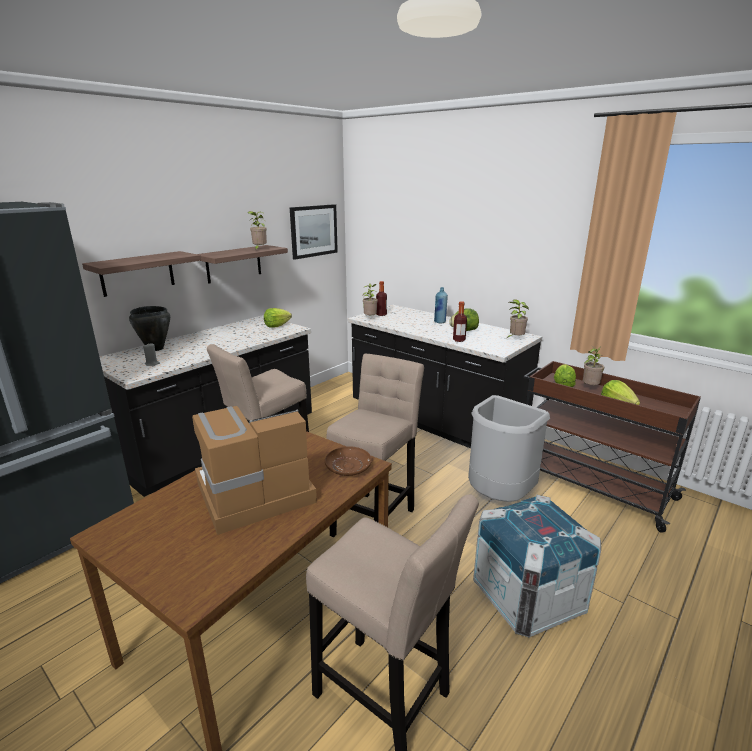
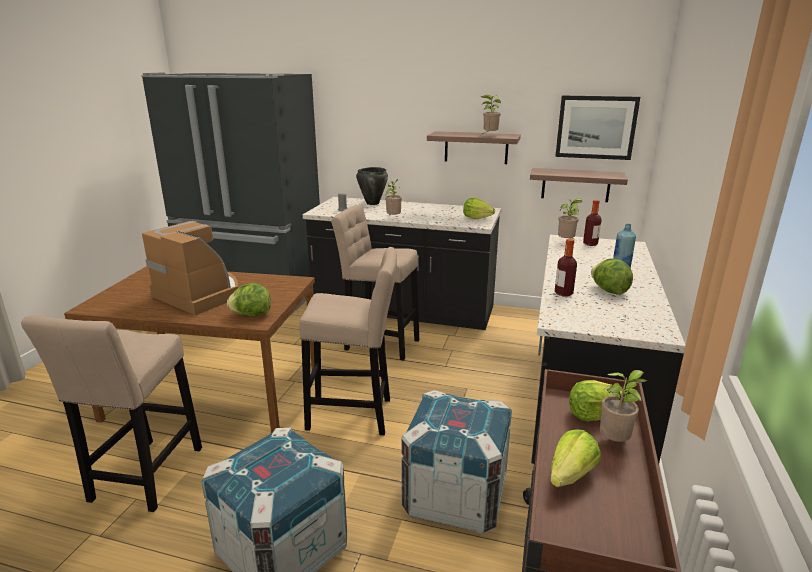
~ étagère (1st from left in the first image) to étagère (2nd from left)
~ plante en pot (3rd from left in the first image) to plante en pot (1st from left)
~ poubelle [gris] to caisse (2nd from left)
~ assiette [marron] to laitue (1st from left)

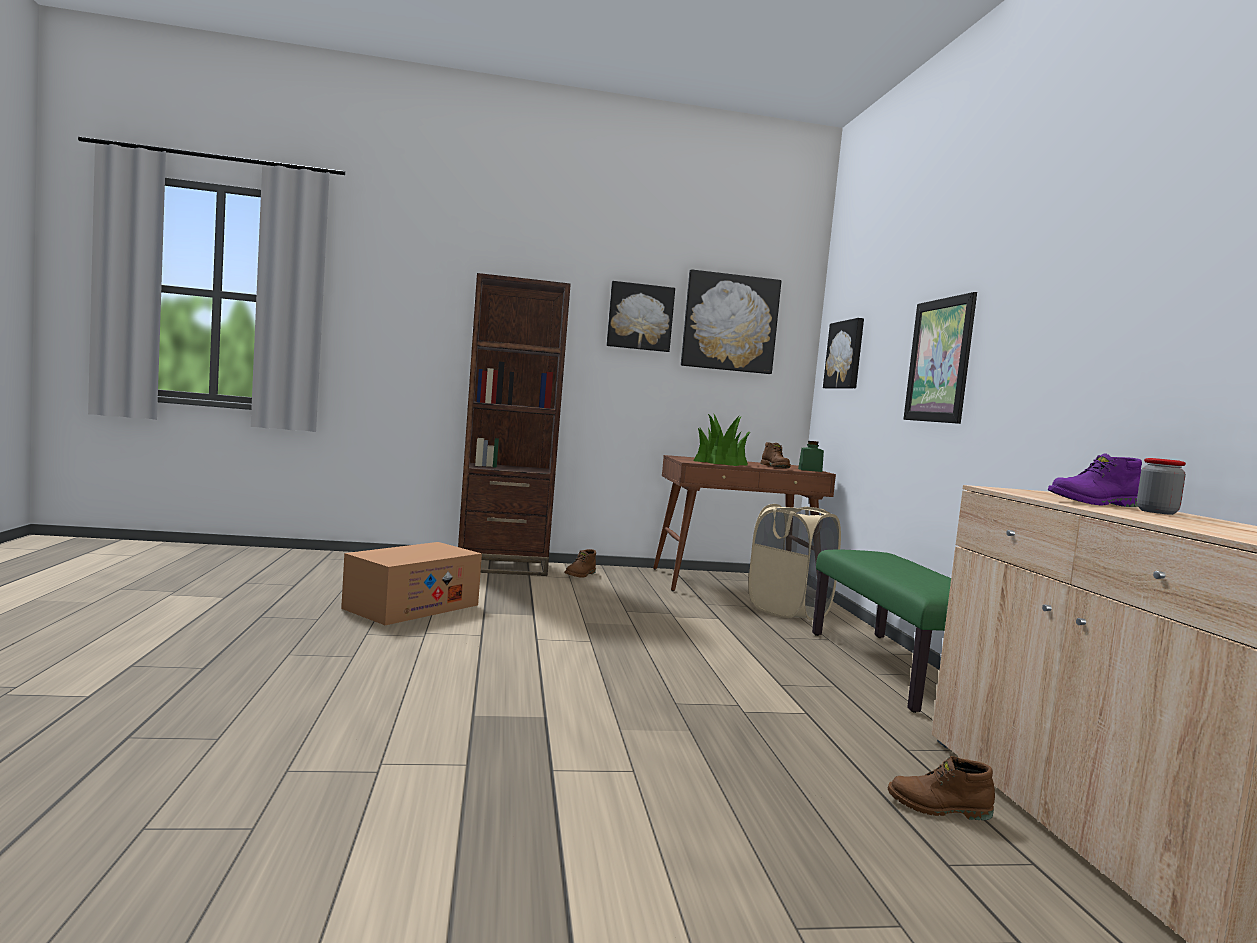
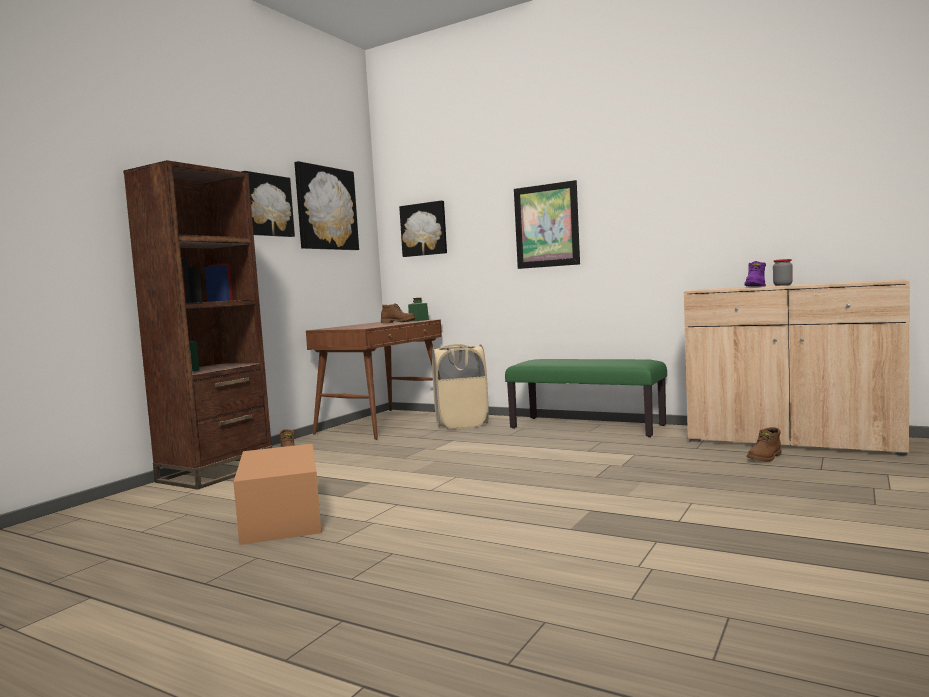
- plante en pot

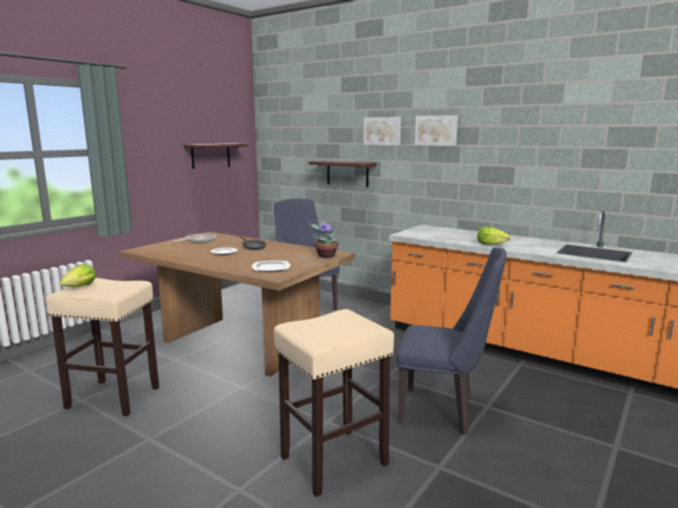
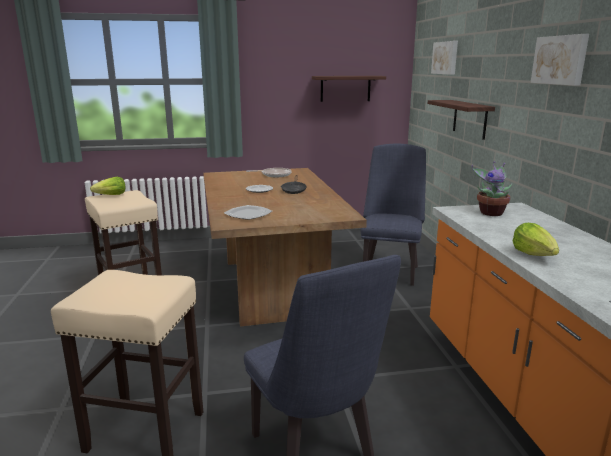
~ tableau (1st from left)
~ plante en pot

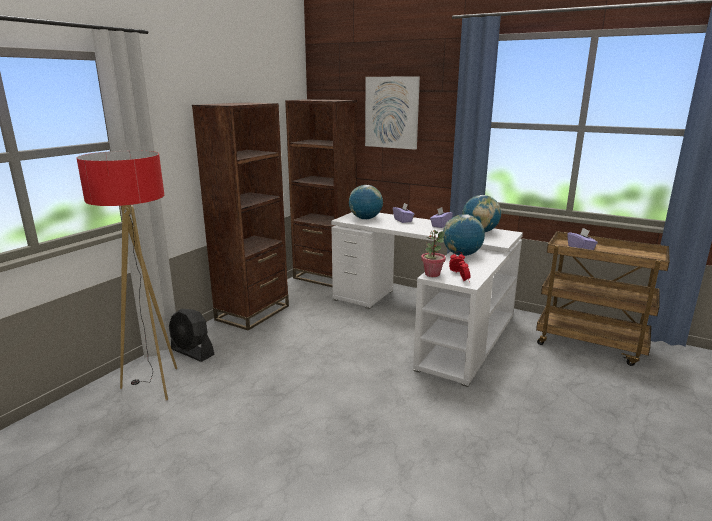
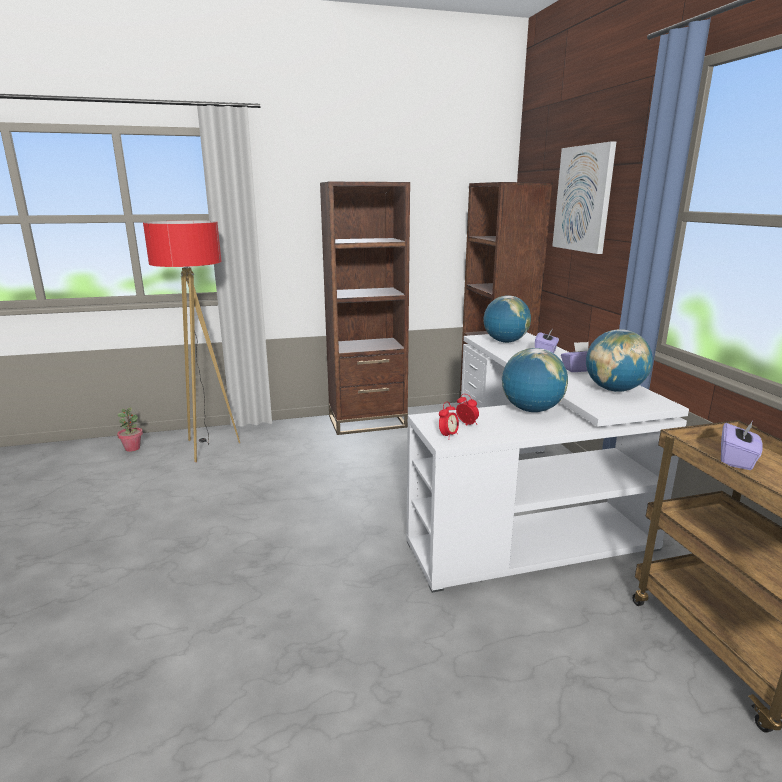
~ plante en pot
- ventilateur [noir]

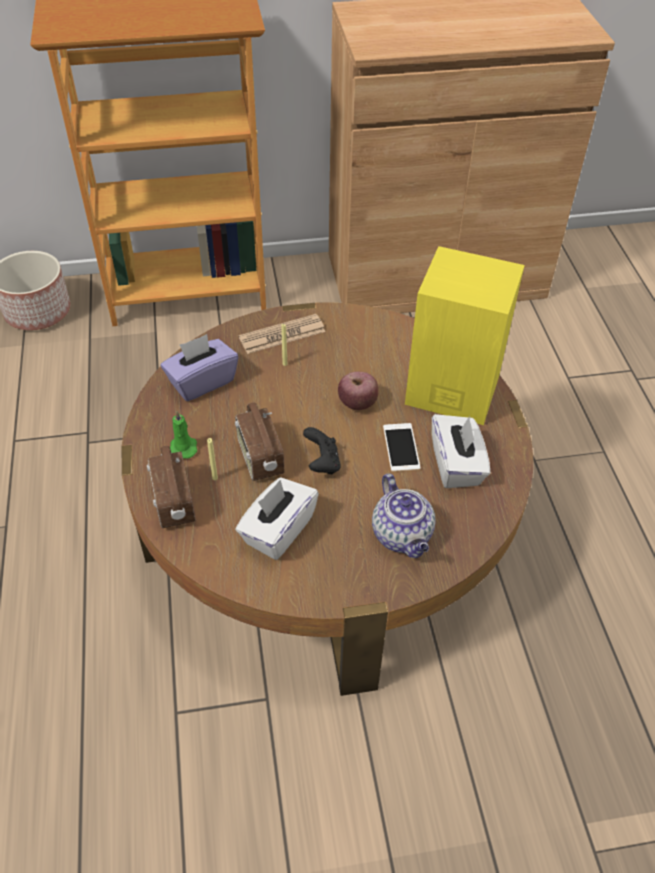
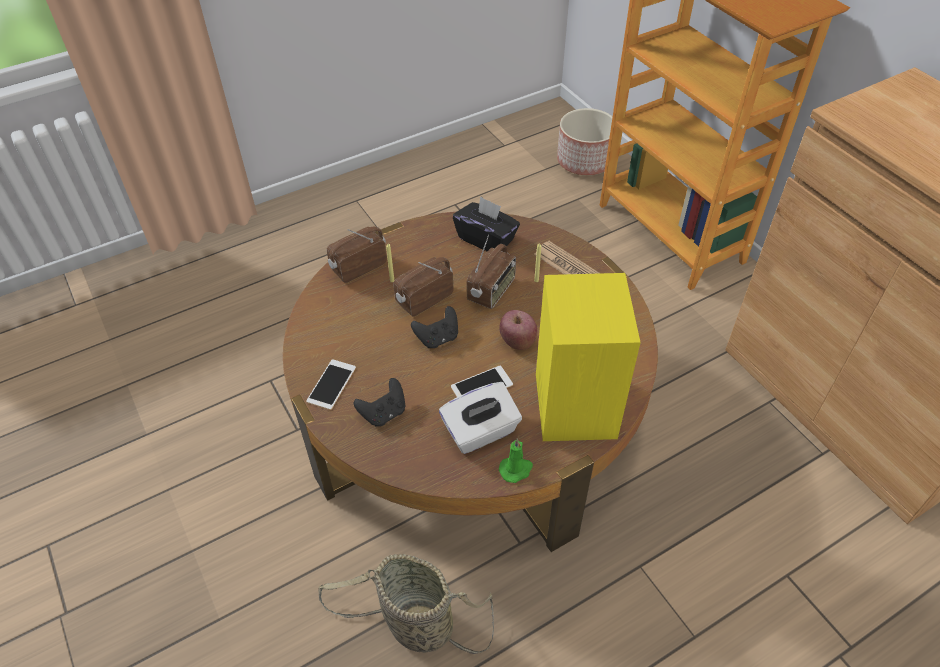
~ boîte à mouchoirs [violet] to boîte à mouchoirs [noir]
~ bougie [vert]
~ théière to manette [noir] (1st from left)
- boîte à mouchoirs [blanc] (1st from left)
+ radio (3rd from left)
+ téléphone (1st from left)
+ panier

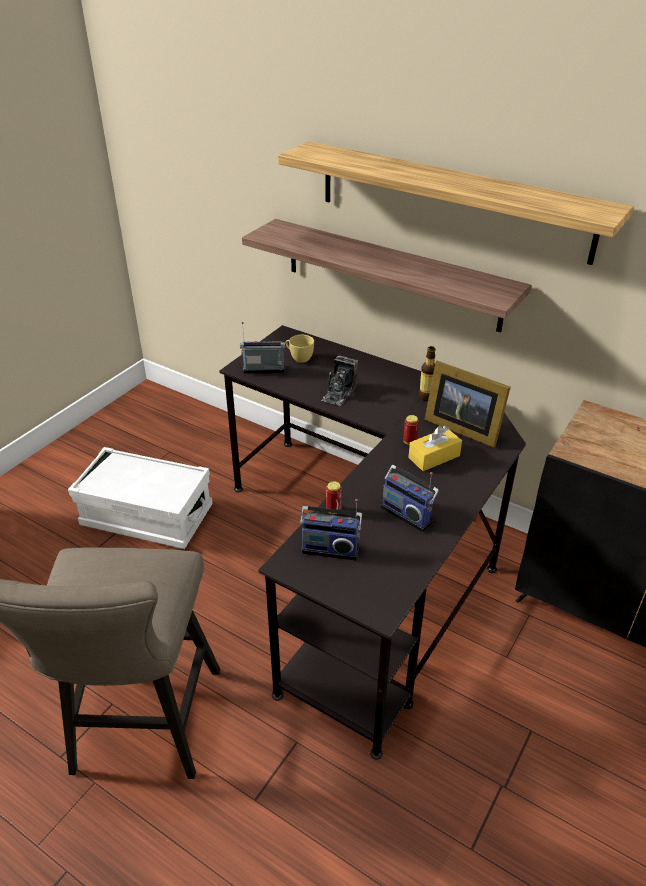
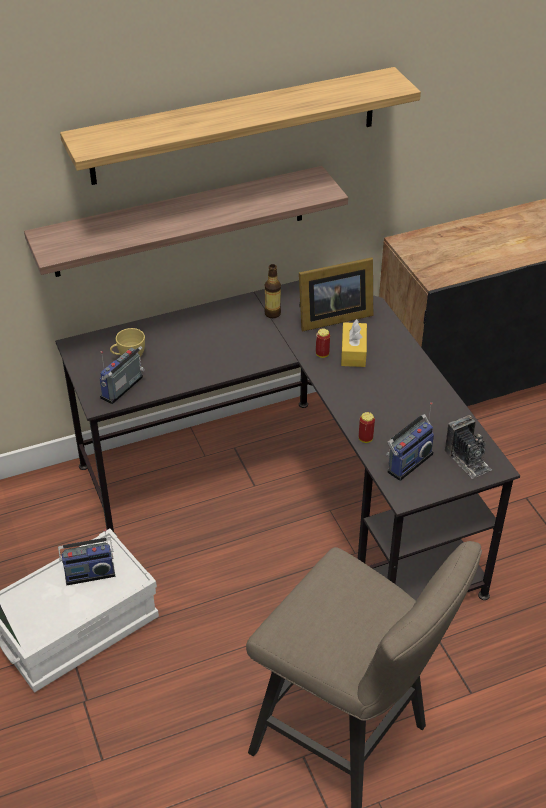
~ appareil photo
~ radio (3rd from left in the first image) to radio (1st from left)

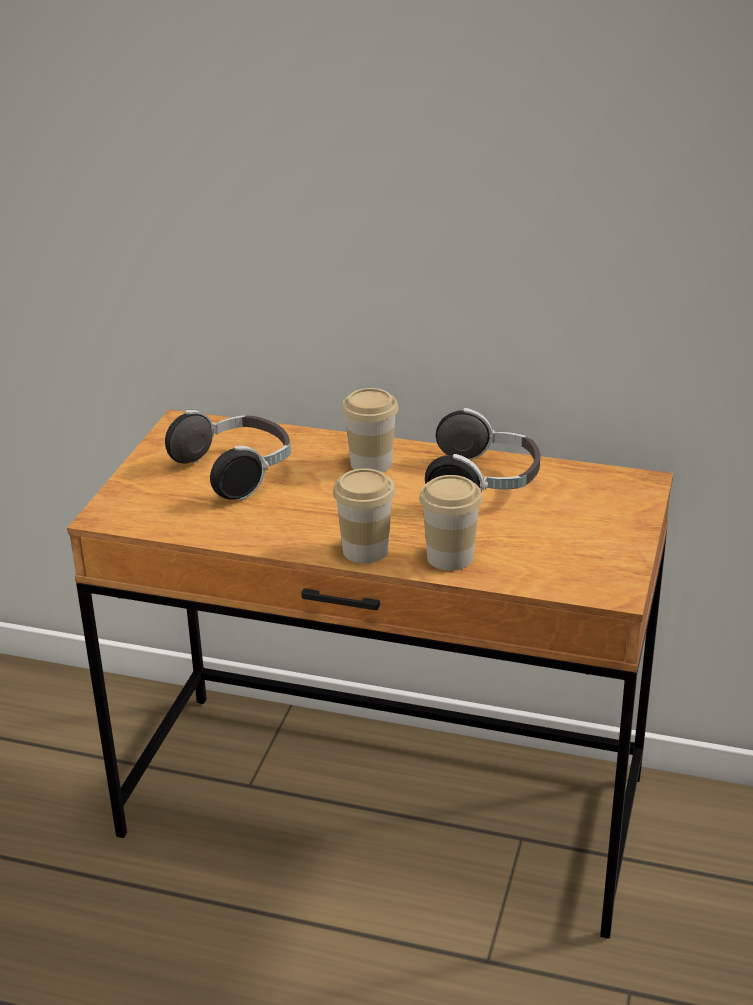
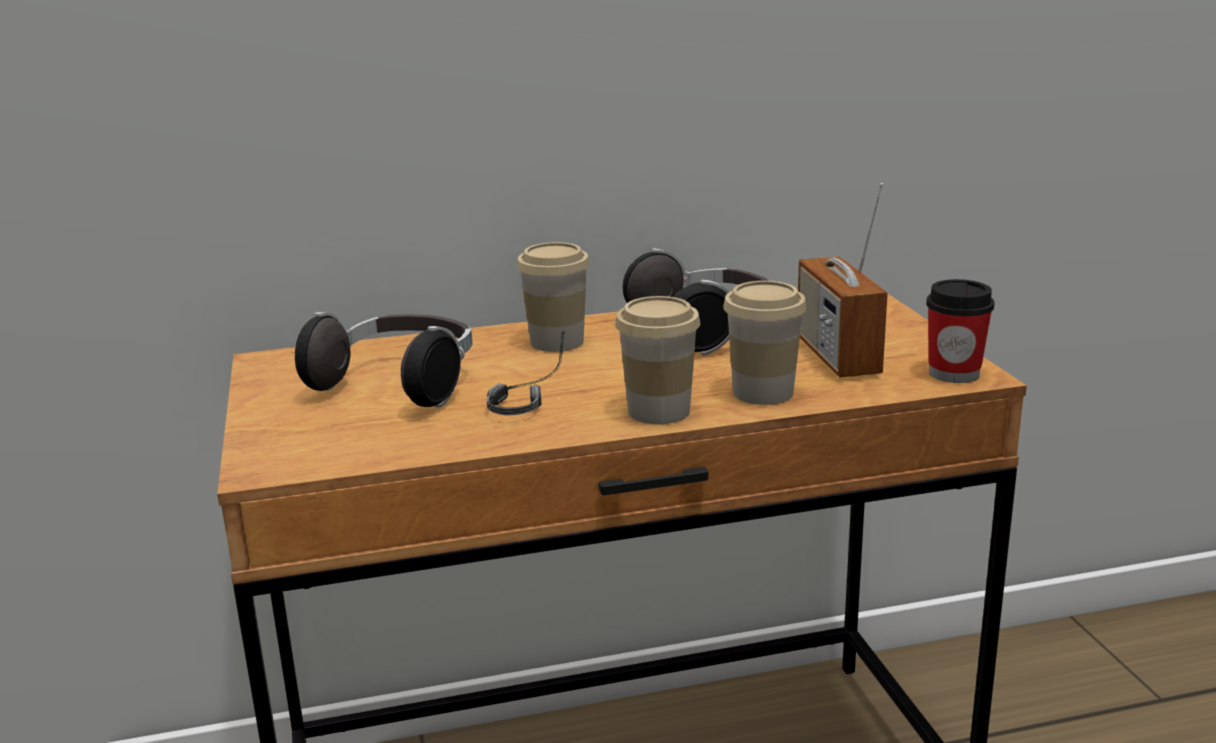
+ radio
+ tasse (4th from left)
+ casque audio (2nd from left)

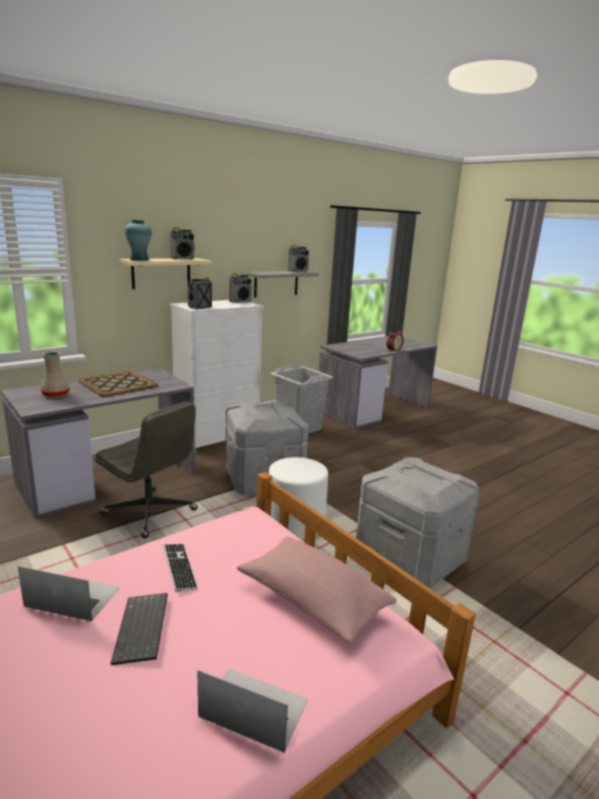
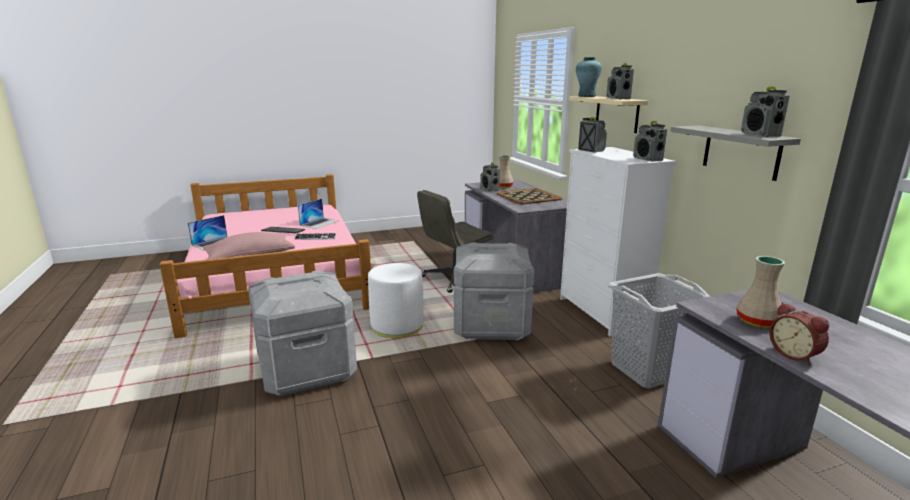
+ radio (1st from left)
+ vase [beige] (2nd from left)

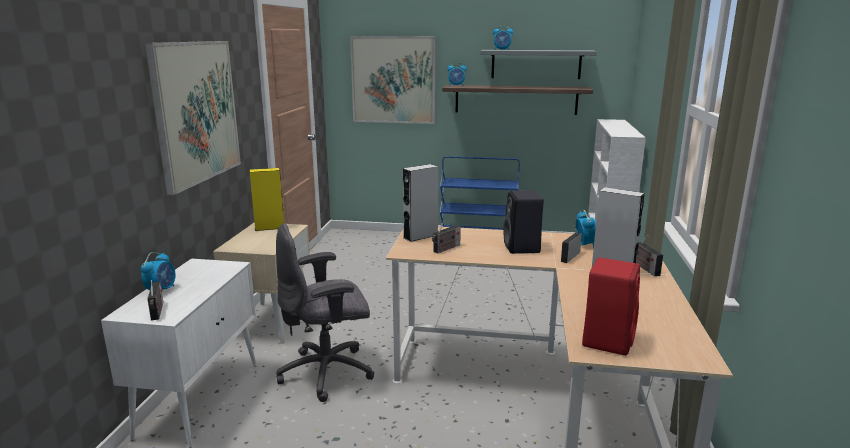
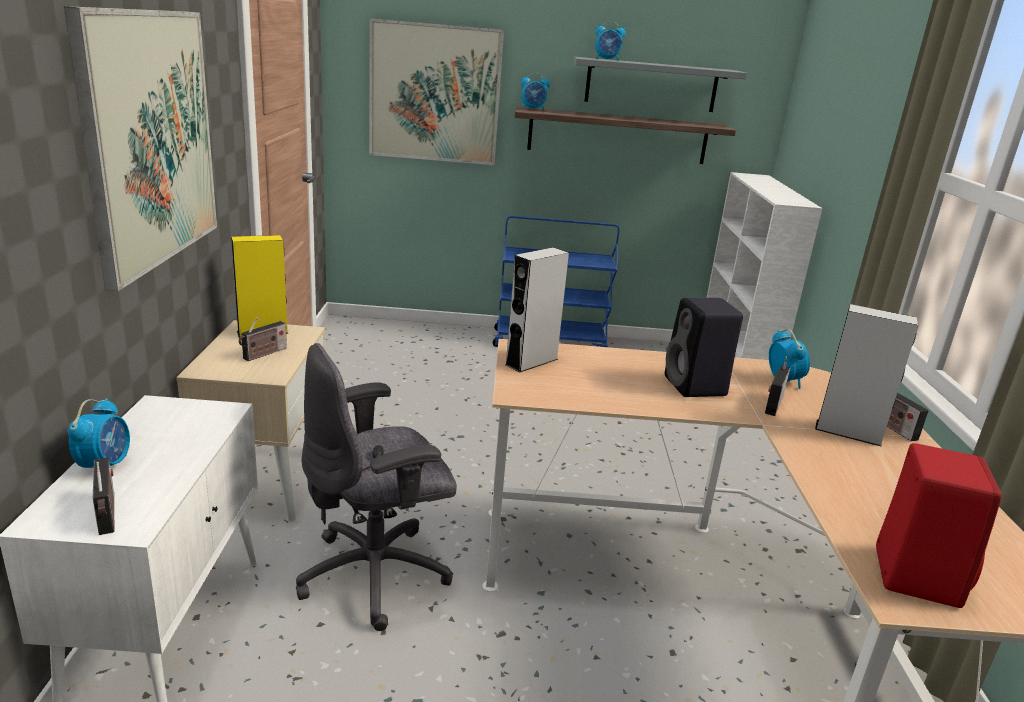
~ radio (2nd from left)

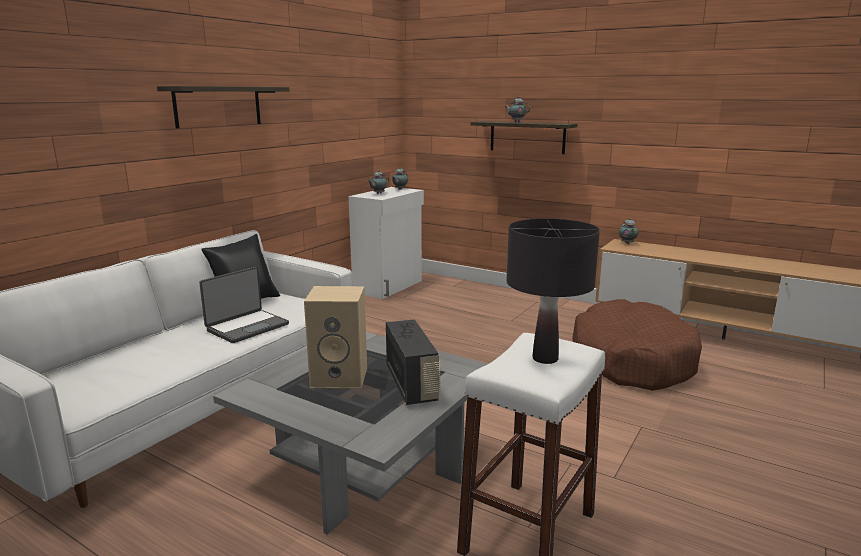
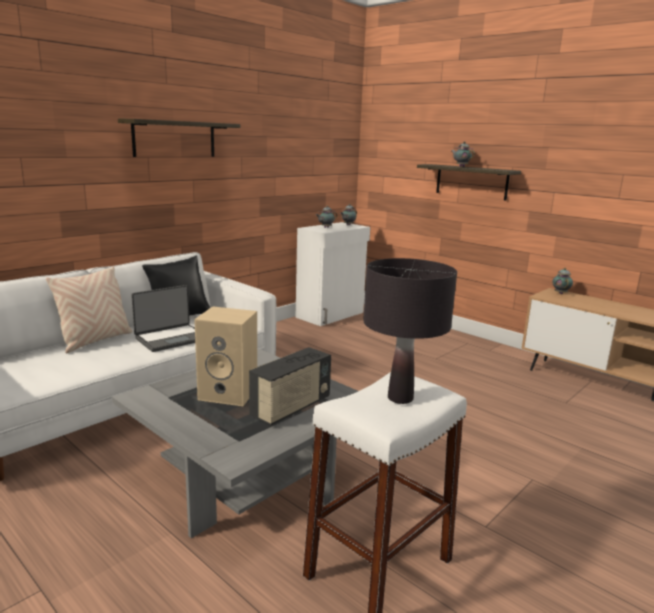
- panier pour chien [marron]
~ radio 45 degrees clockwise
+ coussin [beige]

